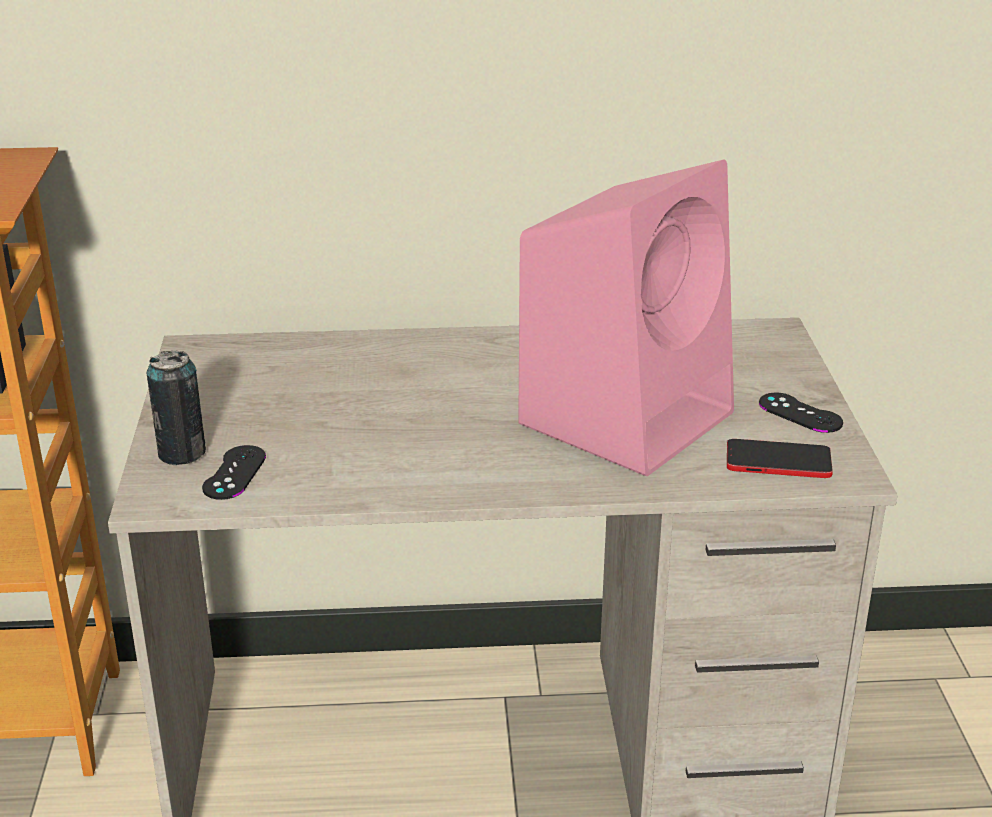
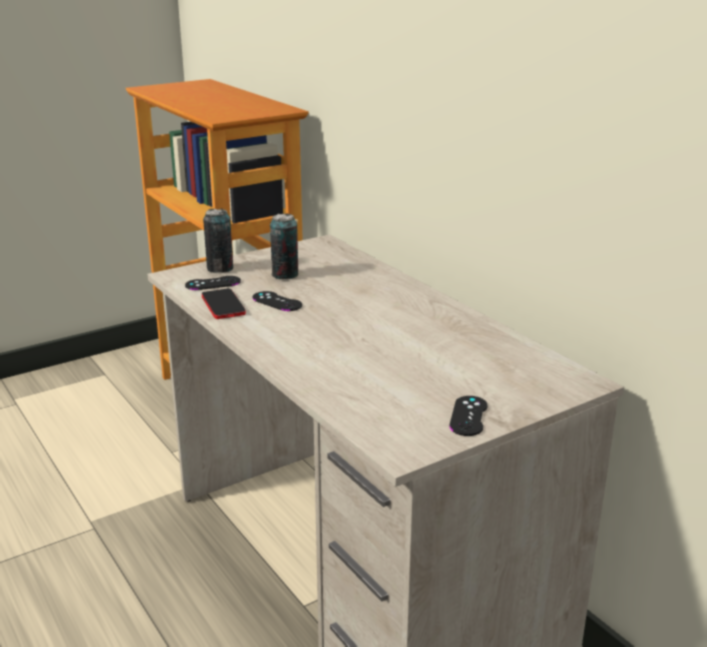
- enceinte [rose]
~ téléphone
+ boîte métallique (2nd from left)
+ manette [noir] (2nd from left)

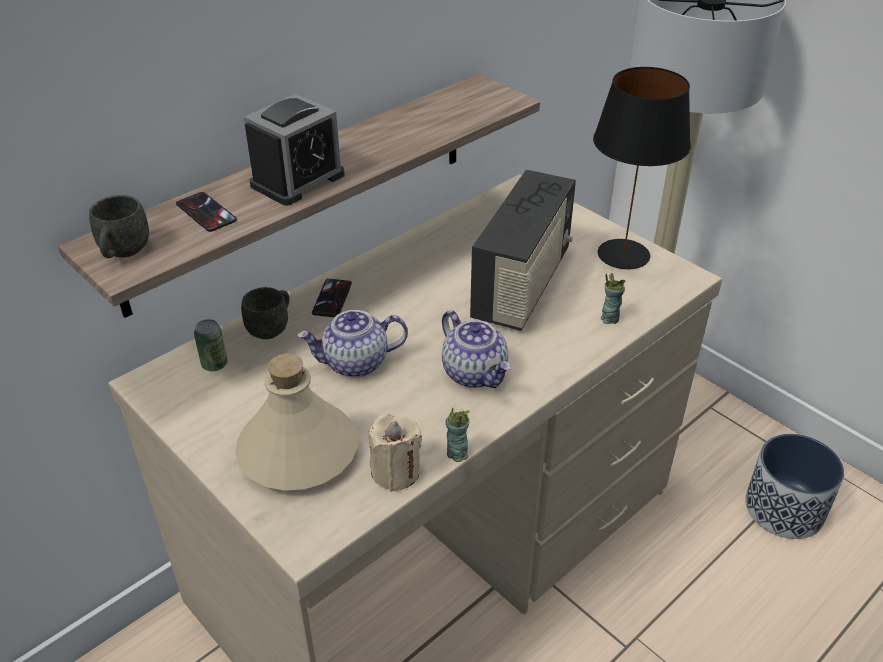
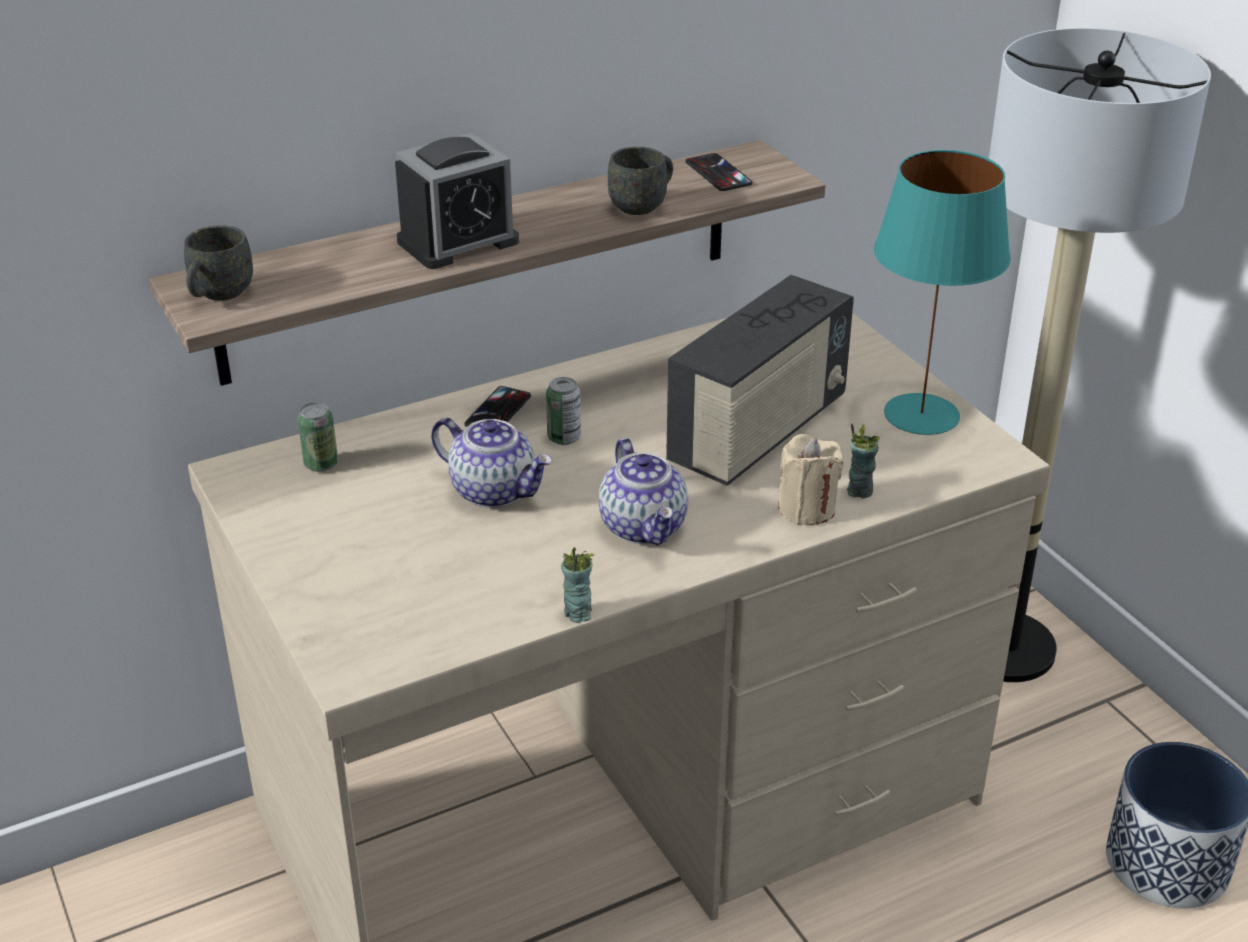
~ lampe de table [noir] to lampe de table [turquoise]
~ téléphone (1st from left in the first image) to téléphone (2nd from left)
~ mug [gris] (2nd from left)
~ théière (1st from left) 150 degrees counterclockwise
- bouteille [beige]
~ bougie [beige]
+ boîte métallique (2nd from left)

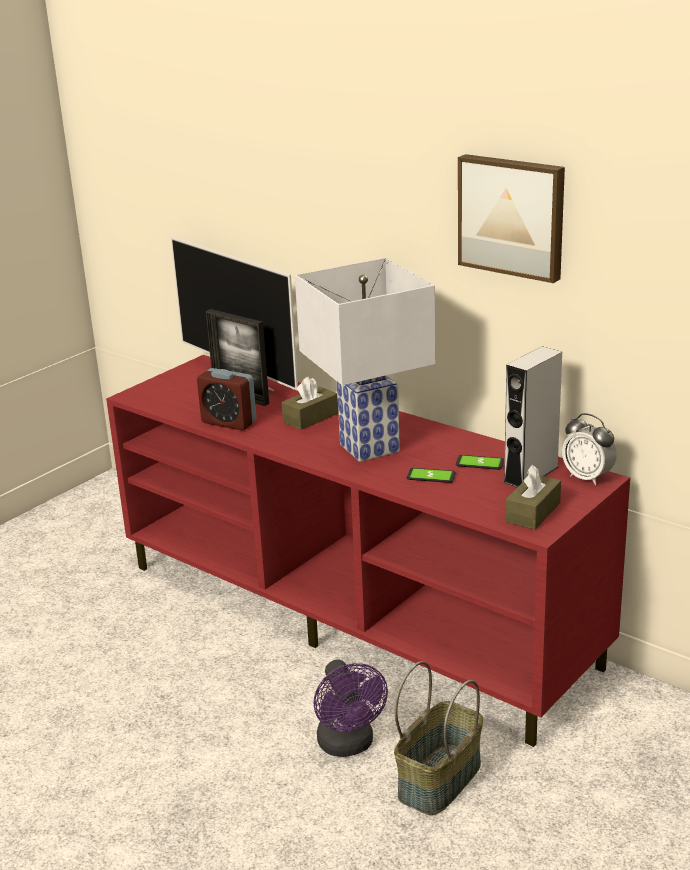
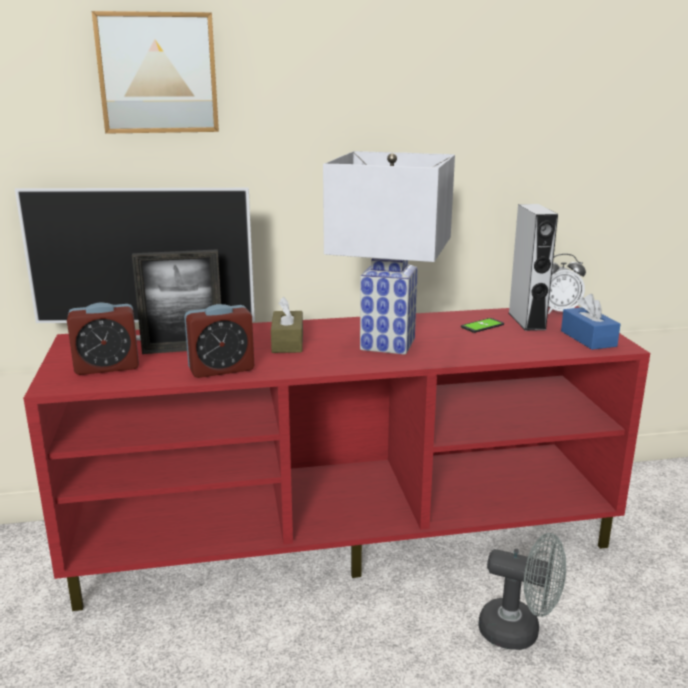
~ tableau
~ boîte à mouchoirs [marron] (2nd from left) to boîte à mouchoirs [bleu]
- téléphone (1st from left)
~ ventilateur [violet] to ventilateur [gris]
- panier
+ réveil (1st from left)

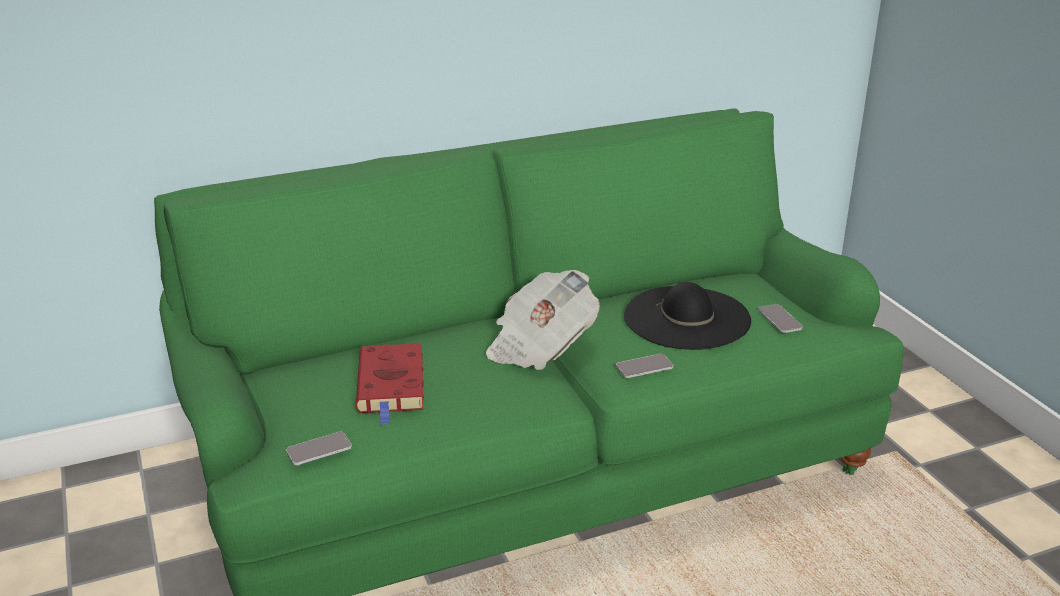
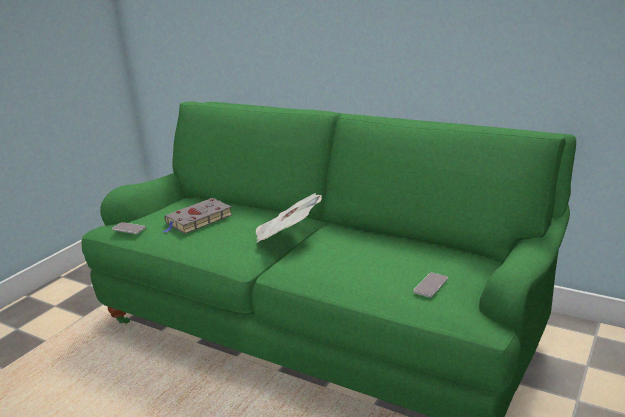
- chapeau [noir]
~ livre [rouge] to livre [gris]
- téléphone (2nd from left)

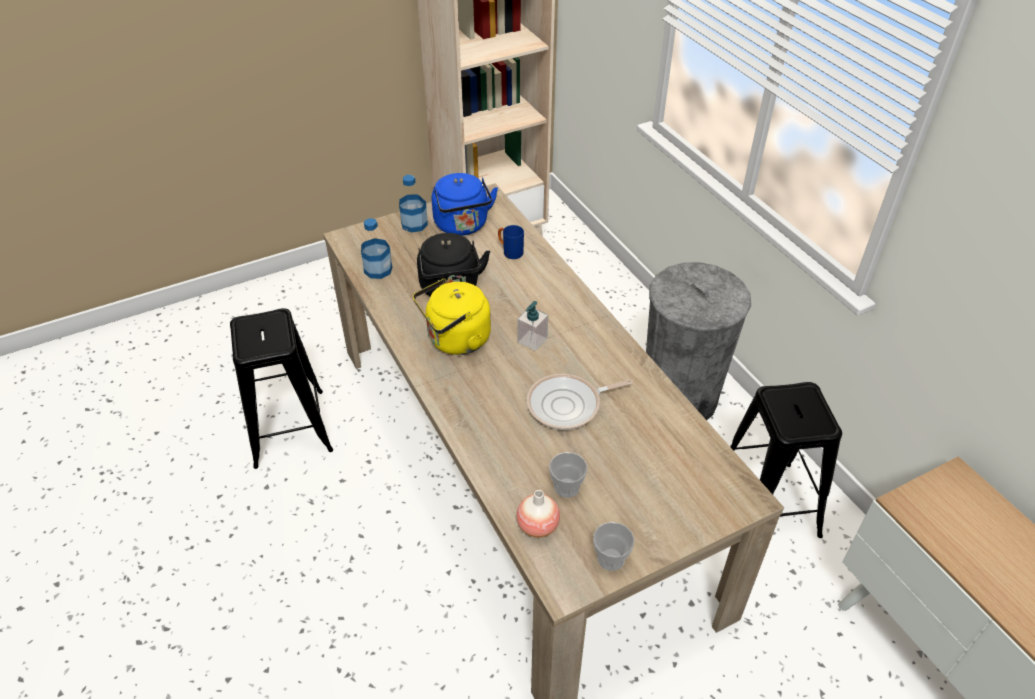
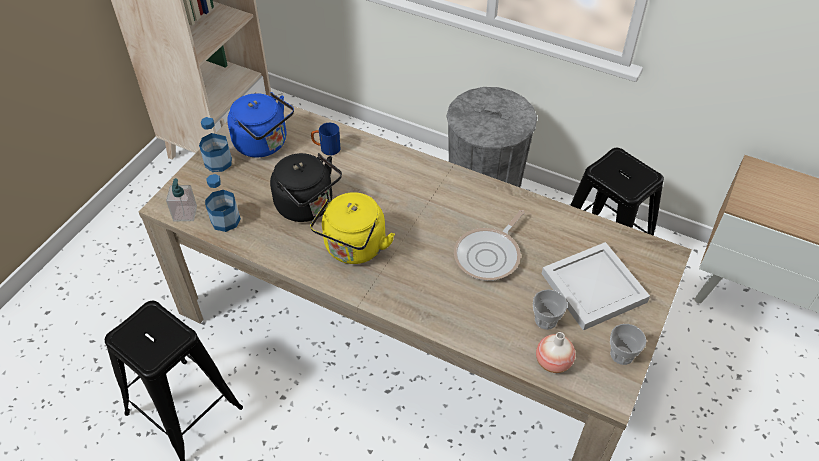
~ distributeur de savon
+ plateau [blanc]

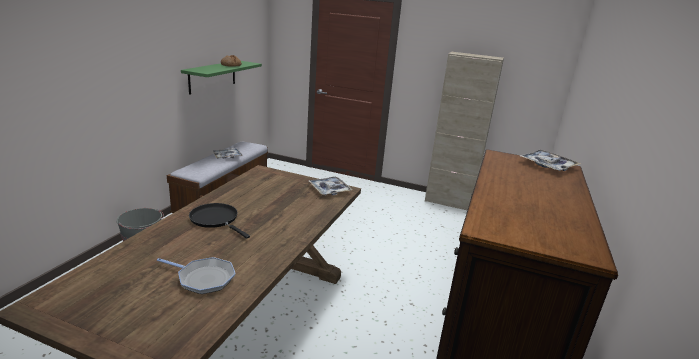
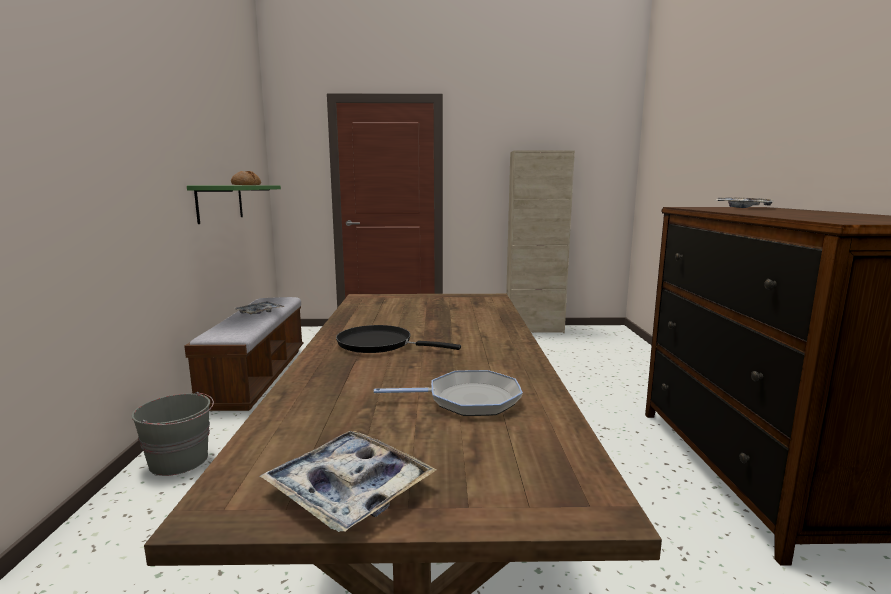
~ plateau (2nd from left)

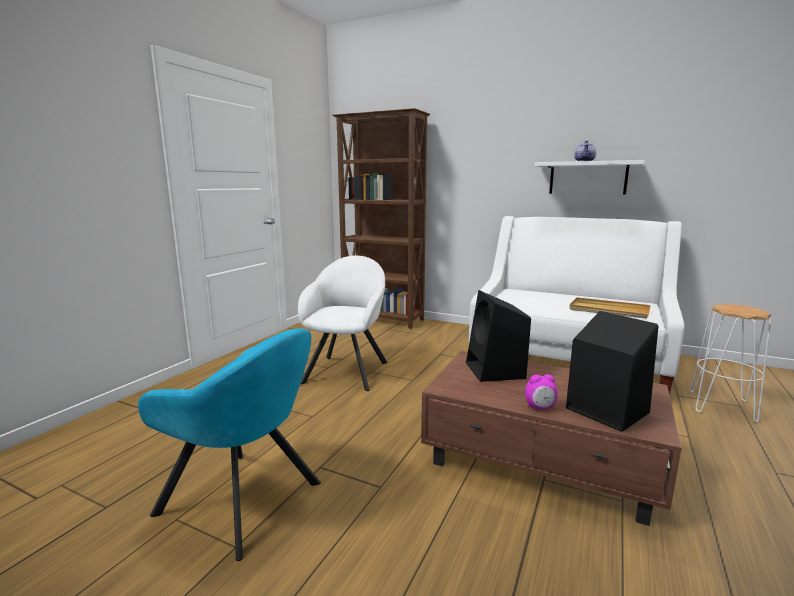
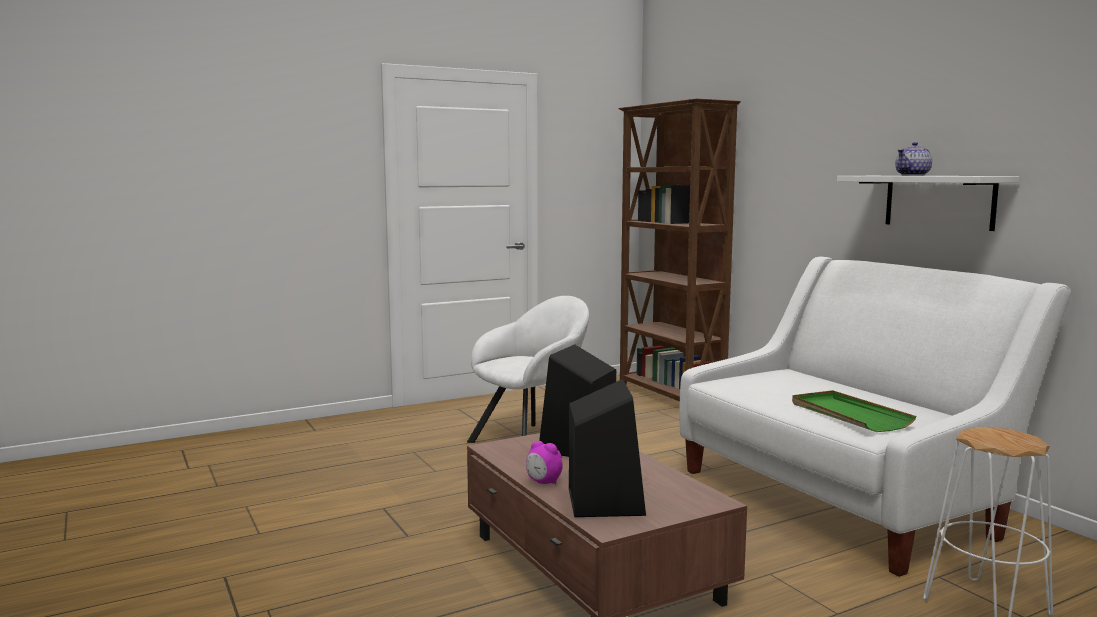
~ plateau [beige] to plateau [vert]
- fauteuil [turquoise]

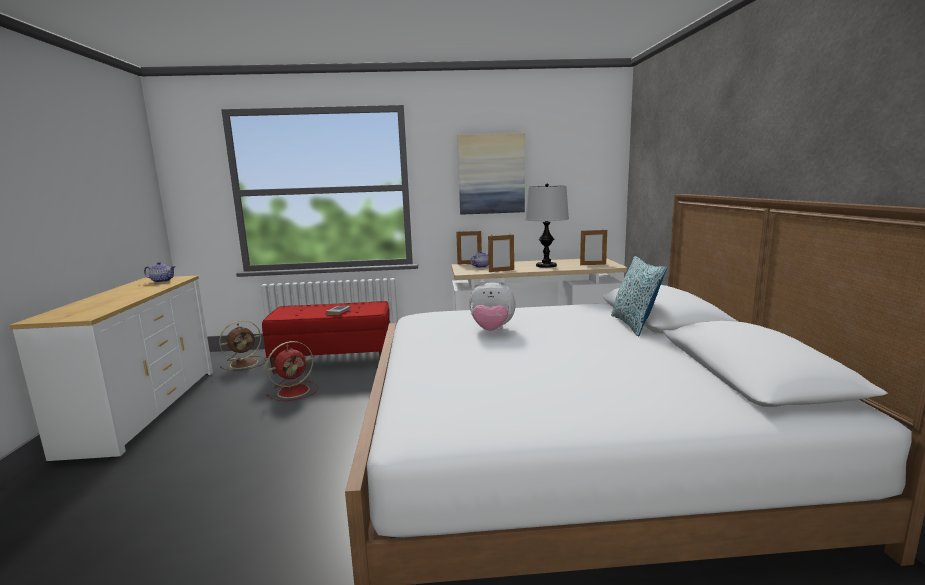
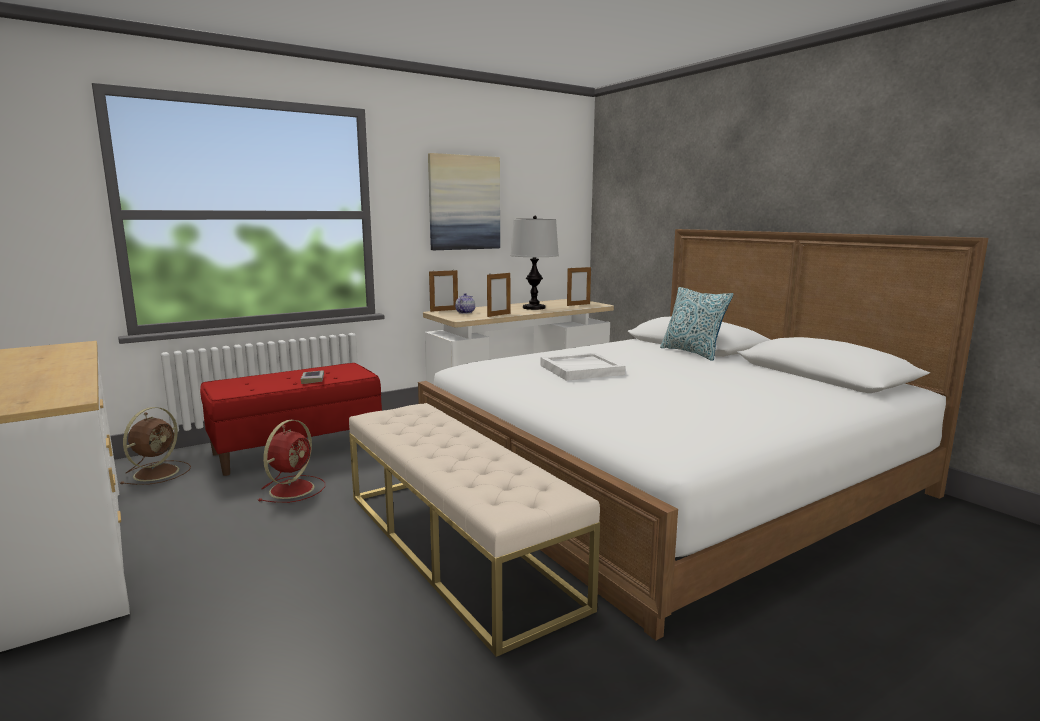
- théière (1st from left)
~ peluche to plateau [blanc]
+ banc [beige]

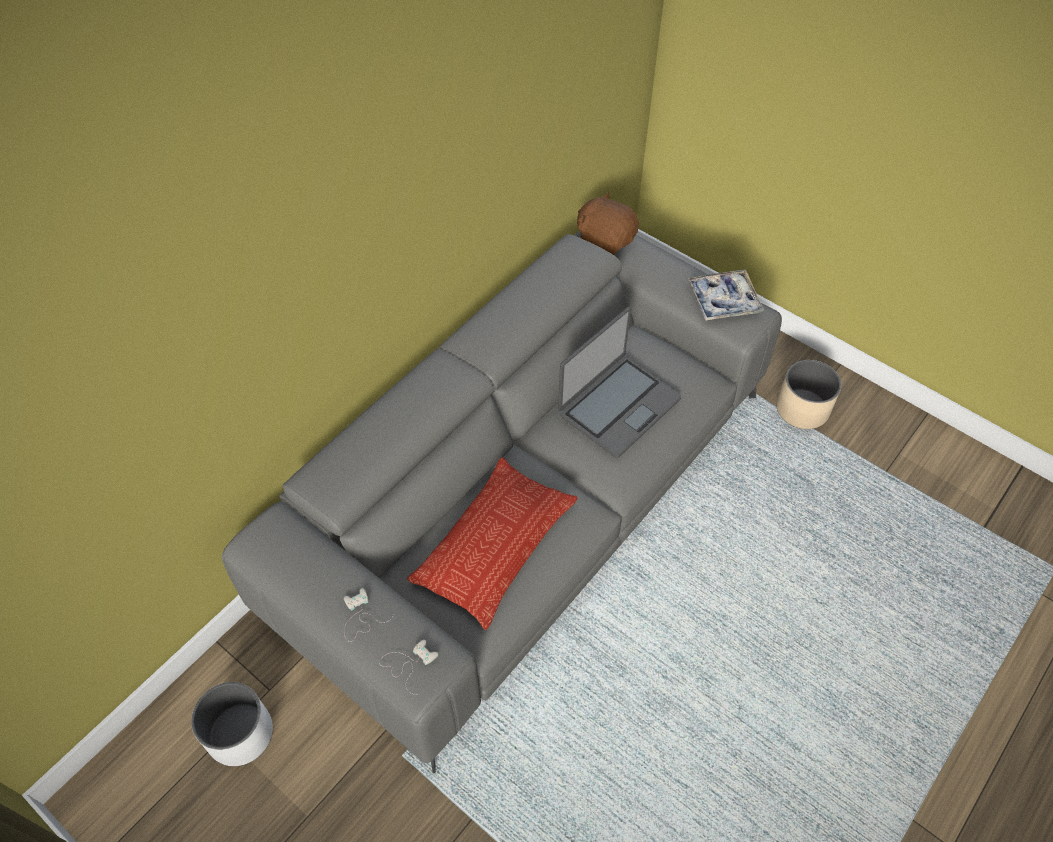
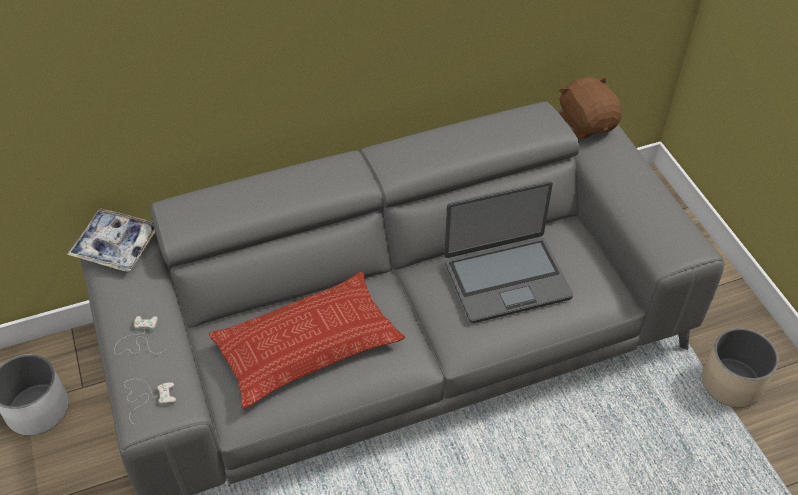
~ plateau

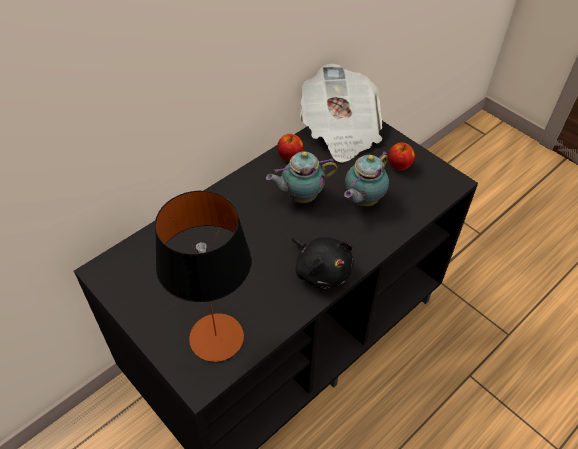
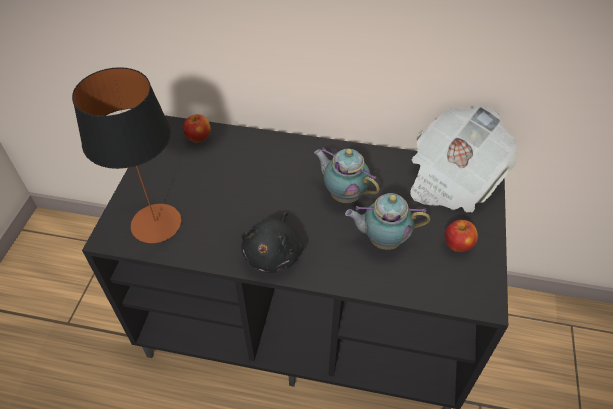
~ pomme (1st from left)

